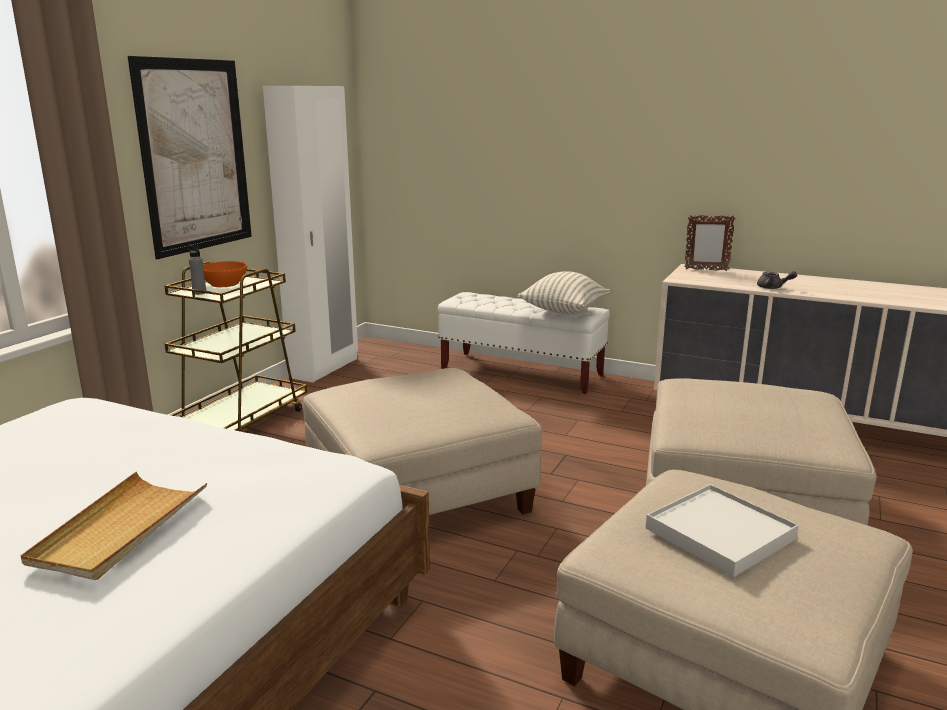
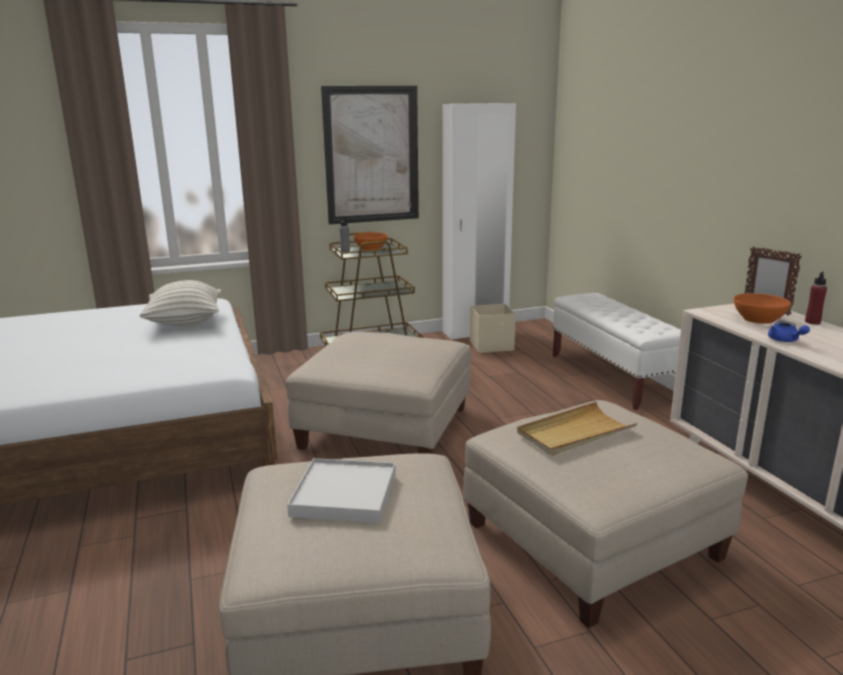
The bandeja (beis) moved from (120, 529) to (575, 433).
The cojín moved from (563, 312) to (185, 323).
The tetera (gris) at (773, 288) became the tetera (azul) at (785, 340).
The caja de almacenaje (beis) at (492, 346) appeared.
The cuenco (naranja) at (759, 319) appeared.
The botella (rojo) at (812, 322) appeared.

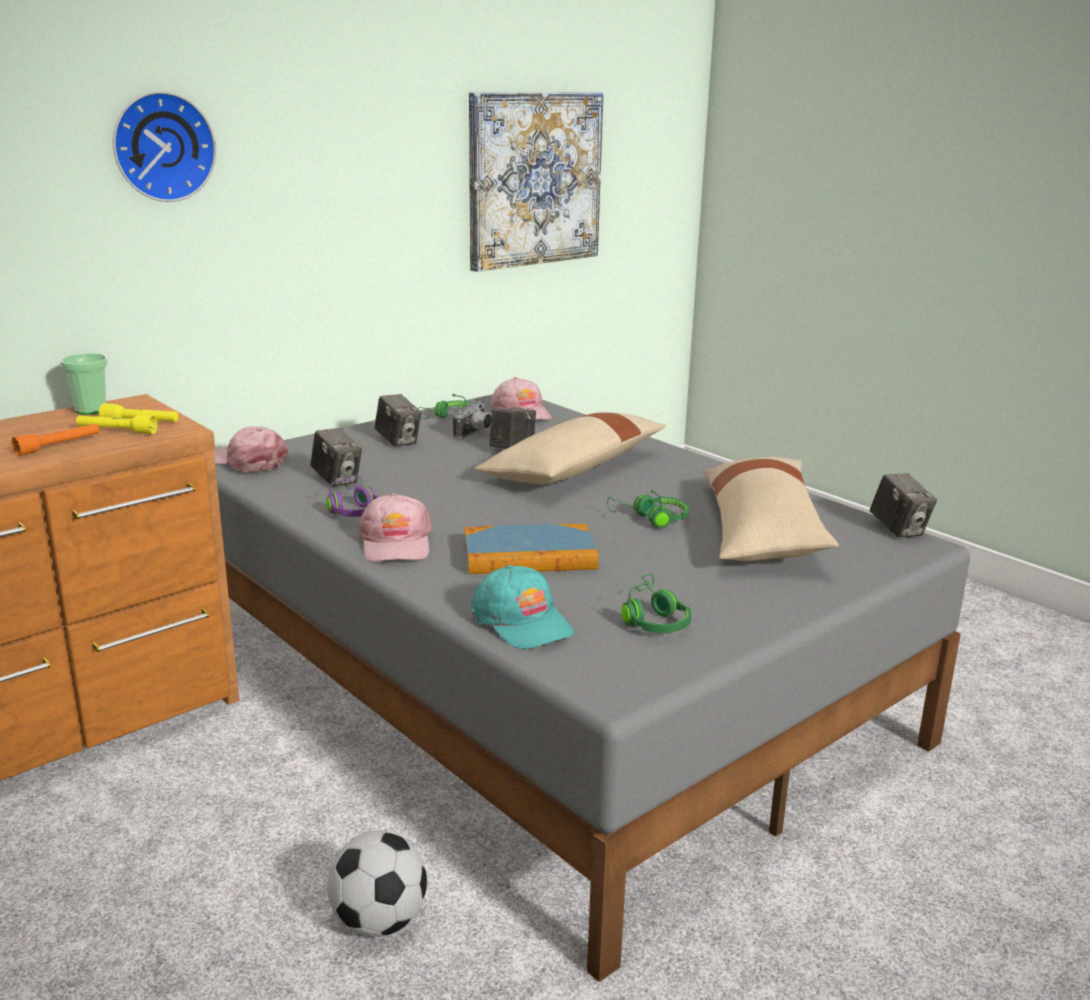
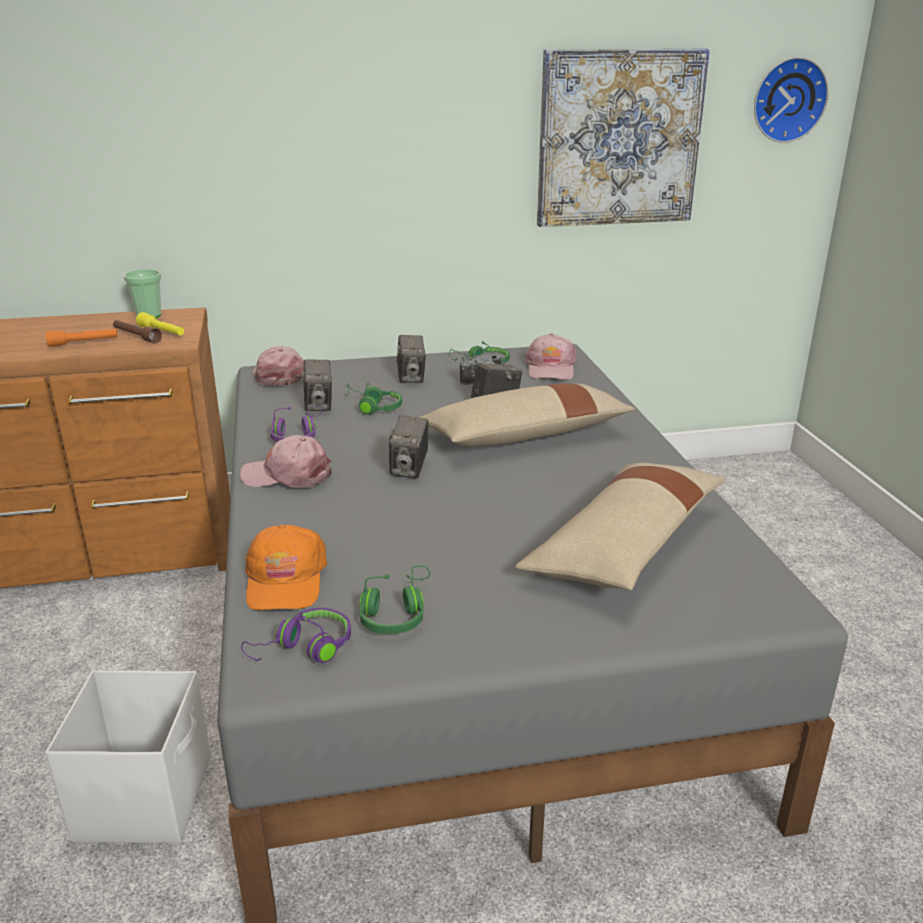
The linterna (amarillo) at (117, 431) became the linterna (marrón) at (136, 337).
The reloj de pared moved from (162, 146) to (787, 100).
The balón de fútbol at (378, 922) was replaced by the caja de almacenaje (blanco) at (146, 797).
The gorra (rosa) at (396, 543) turned 75 degrees clockwise.
The libro at (529, 555) disappeared.
The gorra (turquesa) at (522, 621) became the gorra (naranja) at (285, 580).
The auriculares (verde) moved from (651, 519) to (373, 407).
The cámara moved from (898, 530) to (409, 469).
The auriculares (morado) at (304, 649) appeared.

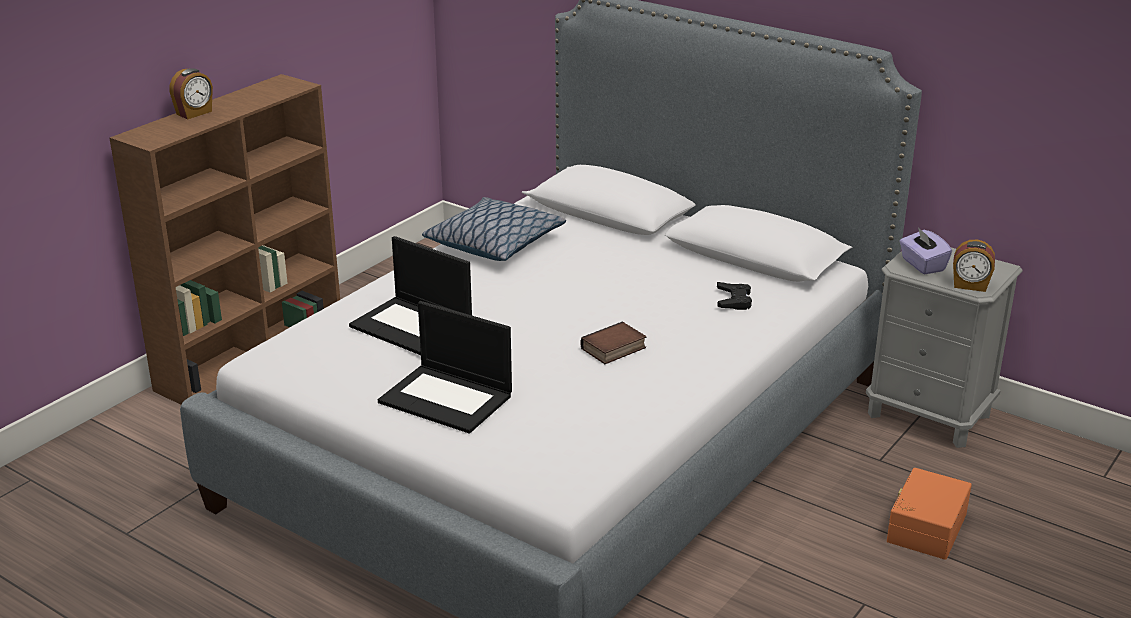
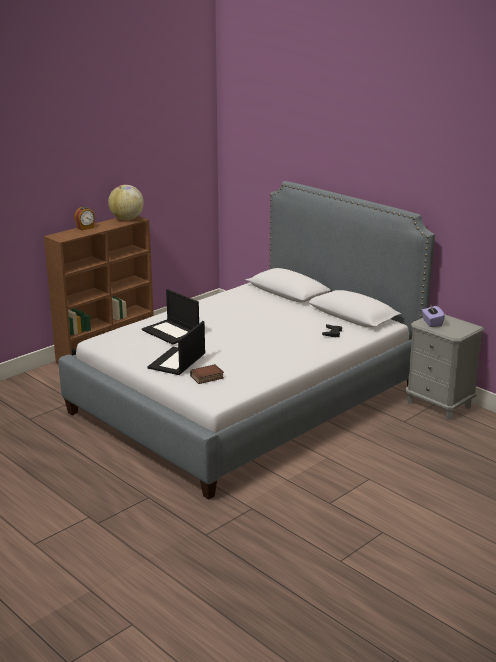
The portátil at (447, 399) turned 75 degrees clockwise.
The cojín at (494, 243) disappeared.
The libro moved from (614, 349) to (207, 377).
The caja de almacenaje (naranja) at (924, 527) disappeared.
The despertador at (970, 285) disappeared.
The globo terráqueo at (127, 219) appeared.

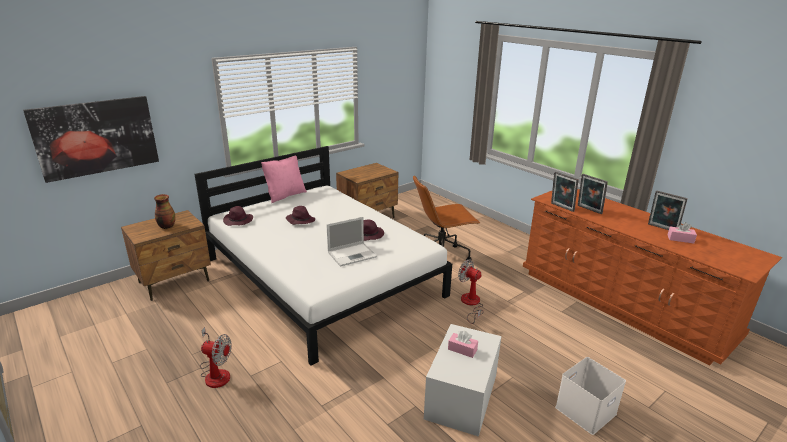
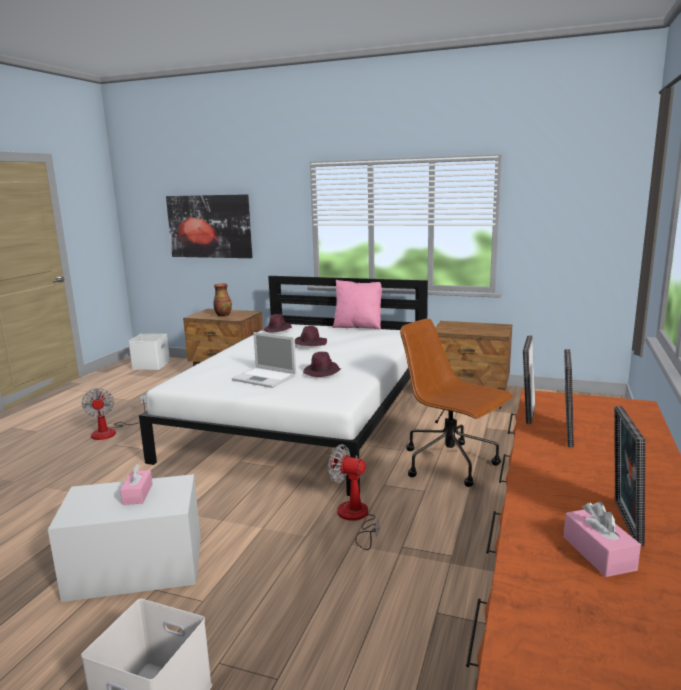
The ventilador at (471, 304) turned 75 degrees counterclockwise.
The caja de almacenaje (blanco) at (151, 365) appeared.

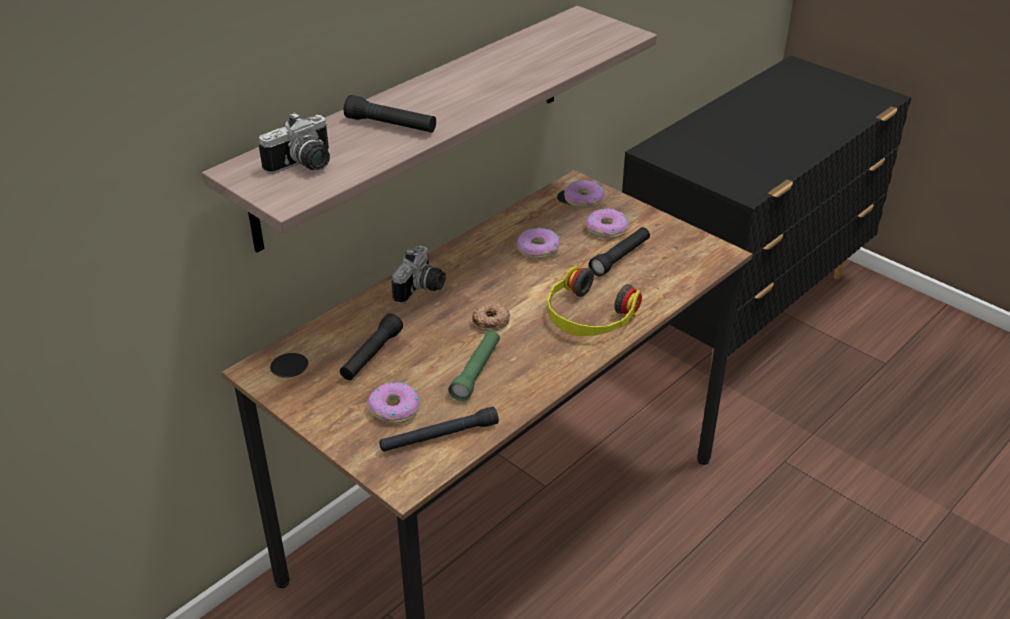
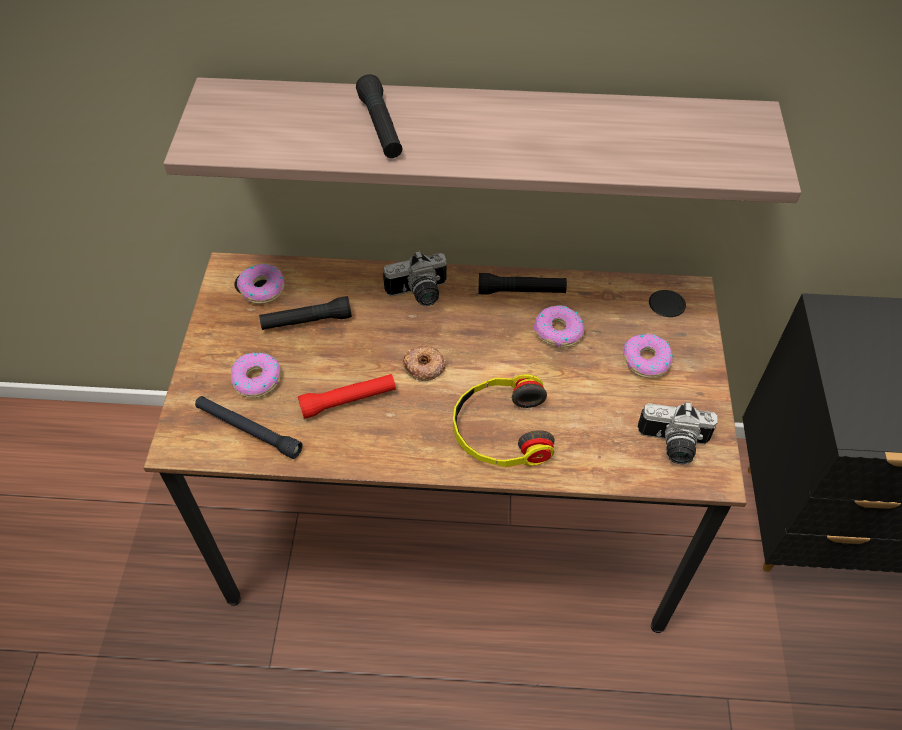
The cámara moved from (304, 166) to (672, 445).
The linterna (verde) at (476, 372) became the linterna (rojo) at (348, 401).
The rosquilla moved from (584, 199) to (262, 289).
The linterna (negro) moved from (620, 258) to (521, 291).

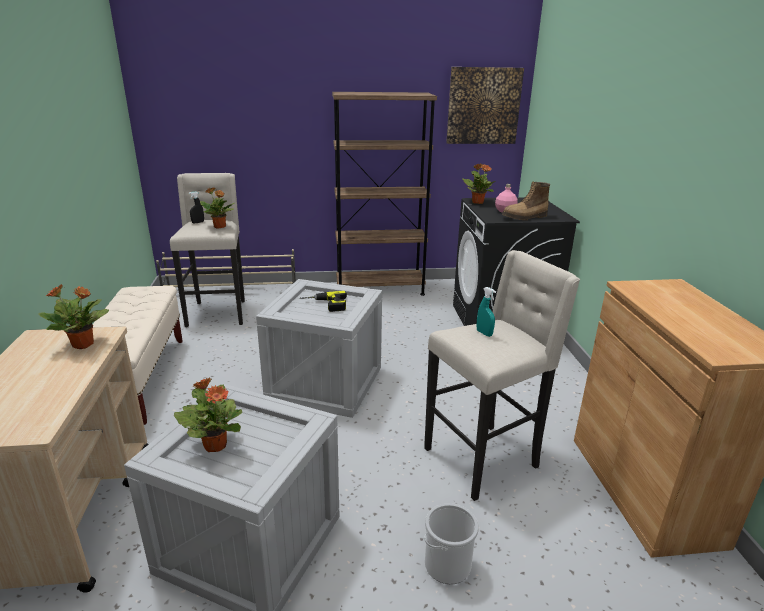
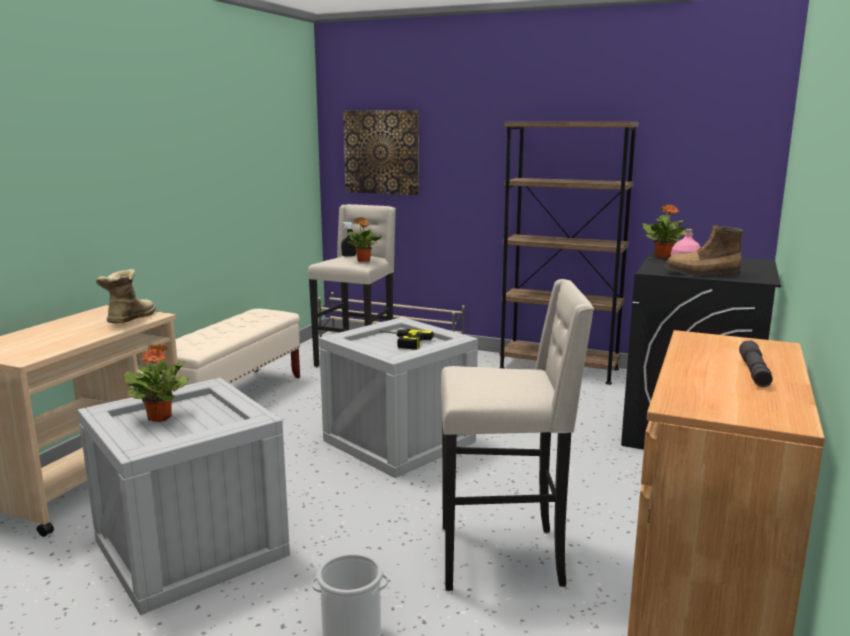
The planta en maceta at (83, 345) was replaced by the bota at (128, 319).
The cuadro moved from (483, 106) to (382, 152).
The pulverizador (turquesa) at (484, 333) disappeared.
The linterna (gris) at (754, 372) appeared.

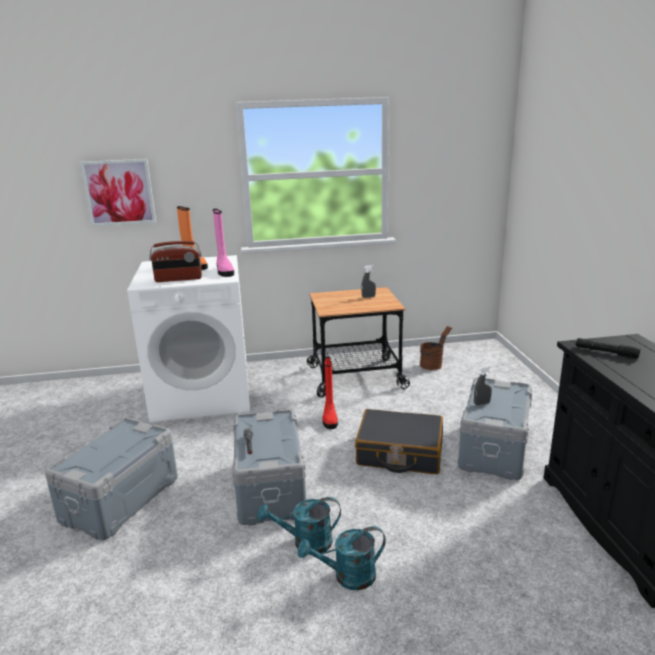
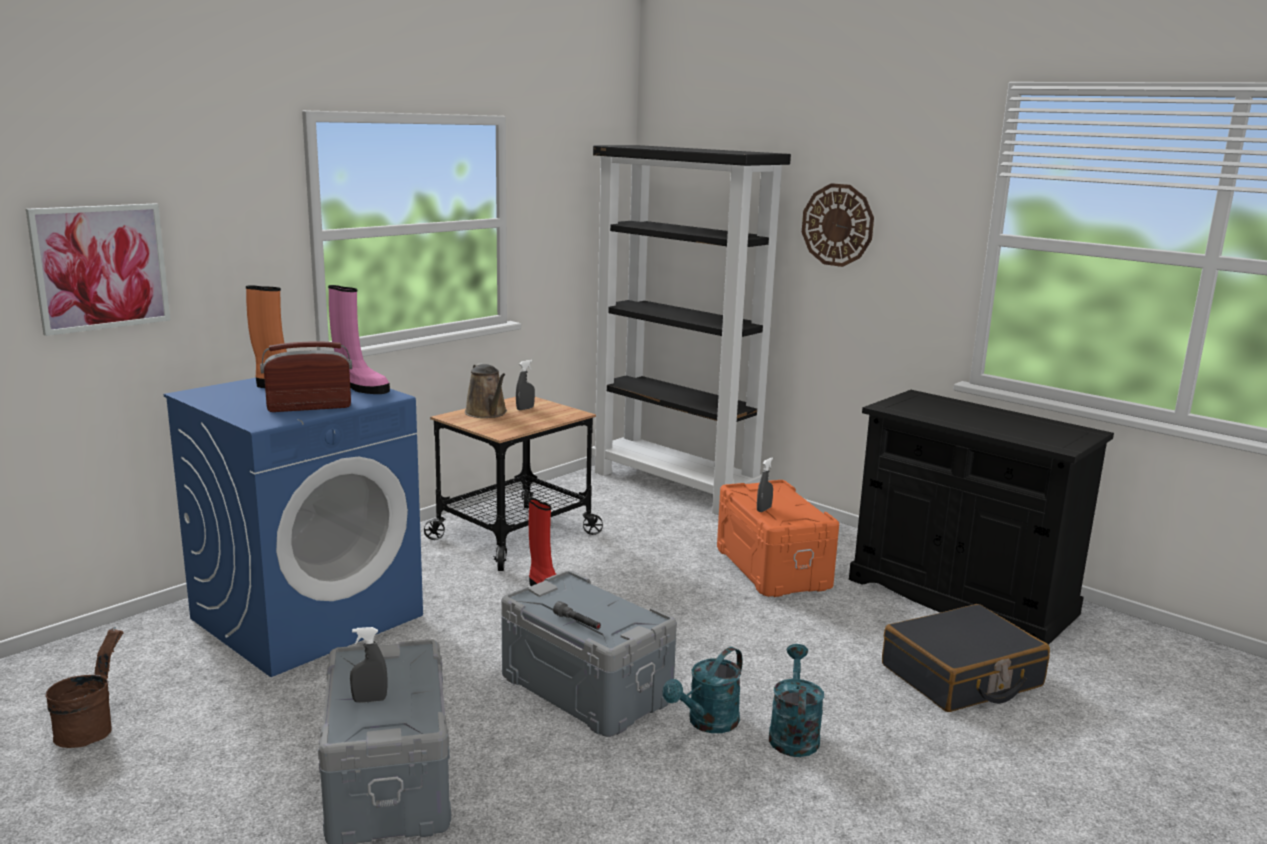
The lavadora (blanco) at (203, 394) became the lavadora (azul) at (308, 616).
The radio at (178, 279) turned 150 degrees counterclockwise.
The regadera (turquesa) at (347, 577) turned 150 degrees clockwise.
The maleta (negro) moved from (399, 453) to (961, 676).
The cubo (marrón) moved from (433, 365) to (90, 729).
The caja de almacenaje (gris) at (492, 448) became the caja de almacenaje (naranja) at (771, 568).
The linterna (negro) at (606, 352) disappeared.
The pulverizador (gris) at (369, 700) appeared.
The regadera (marrón) at (487, 413) appeared.
The estantería (negro) at (675, 486) appeared.
The reloj de pared at (837, 225) appeared.

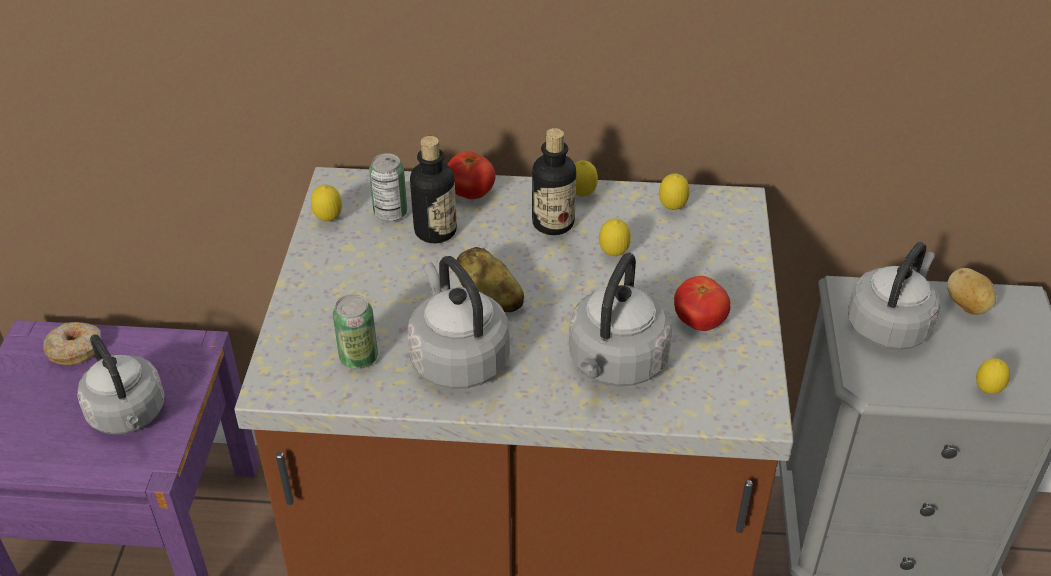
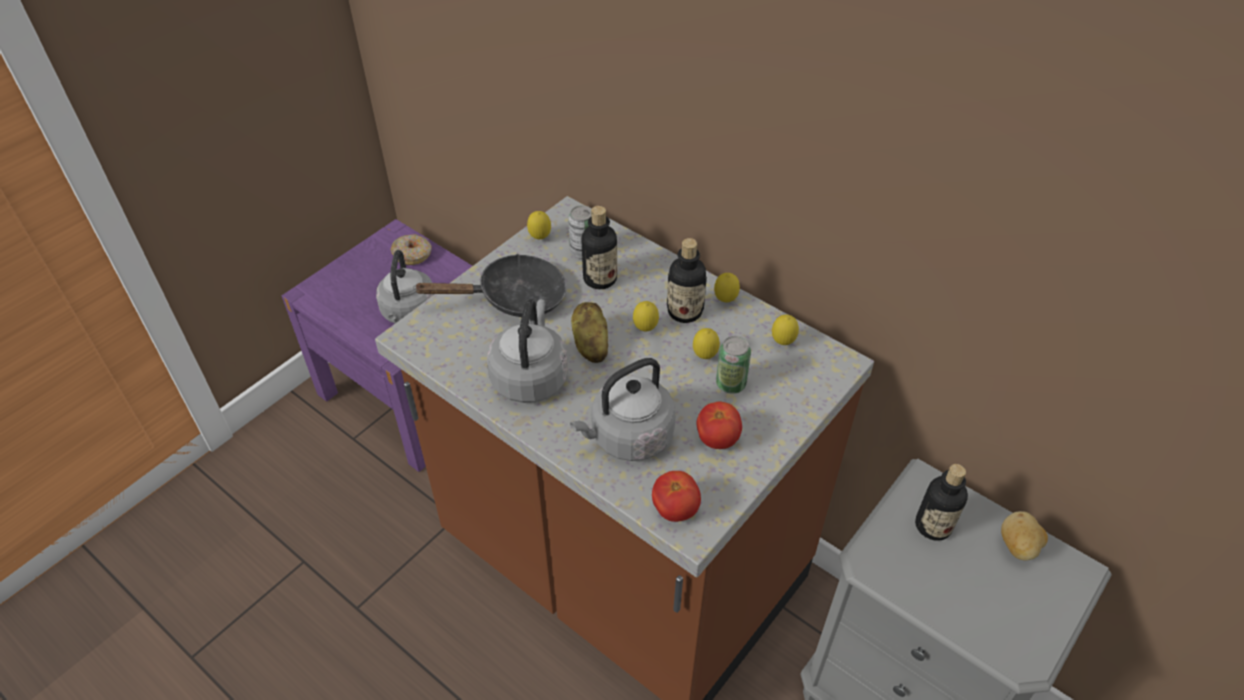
The lata moved from (358, 358) to (731, 384).
The tomate moved from (471, 193) to (675, 509).
The hervidor (gris) at (890, 325) was replaced by the botella at (933, 526).
The limón moved from (987, 391) to (645, 329).
The sartén (negro) at (513, 298) appeared.

